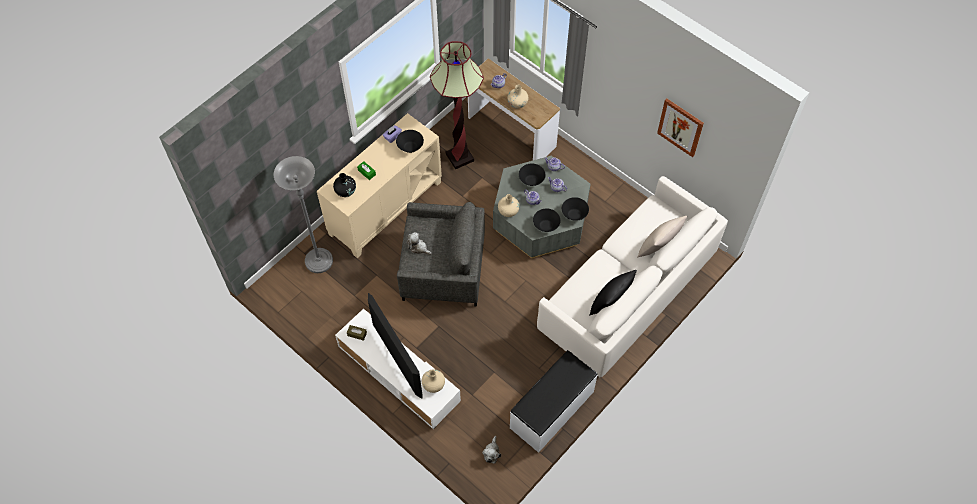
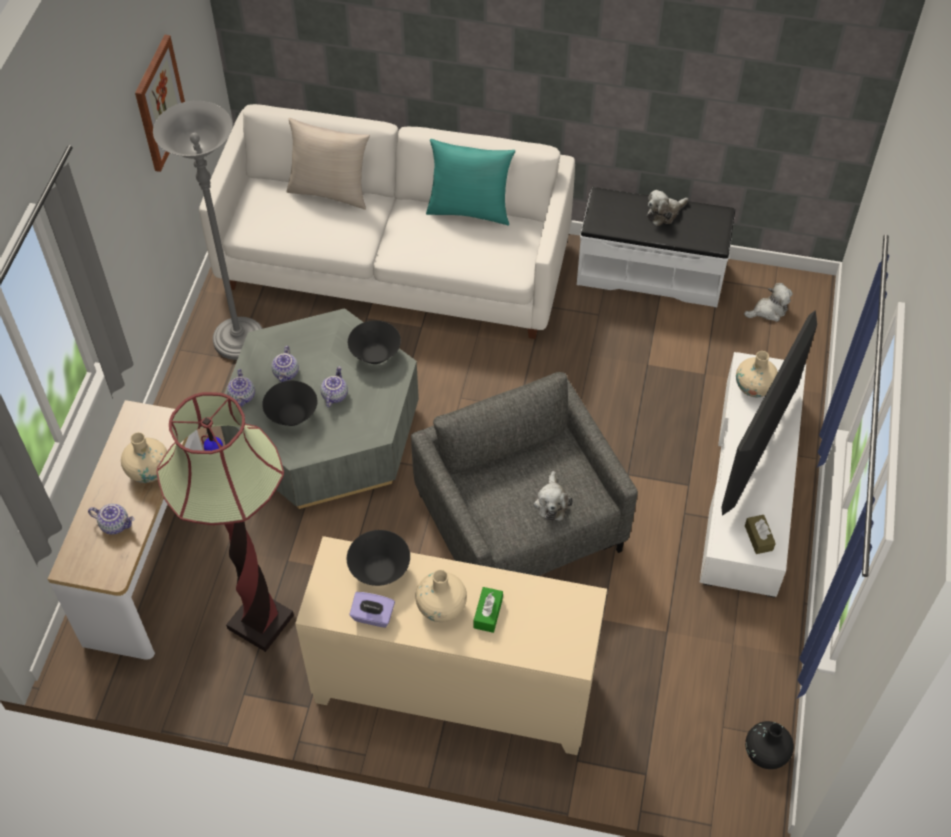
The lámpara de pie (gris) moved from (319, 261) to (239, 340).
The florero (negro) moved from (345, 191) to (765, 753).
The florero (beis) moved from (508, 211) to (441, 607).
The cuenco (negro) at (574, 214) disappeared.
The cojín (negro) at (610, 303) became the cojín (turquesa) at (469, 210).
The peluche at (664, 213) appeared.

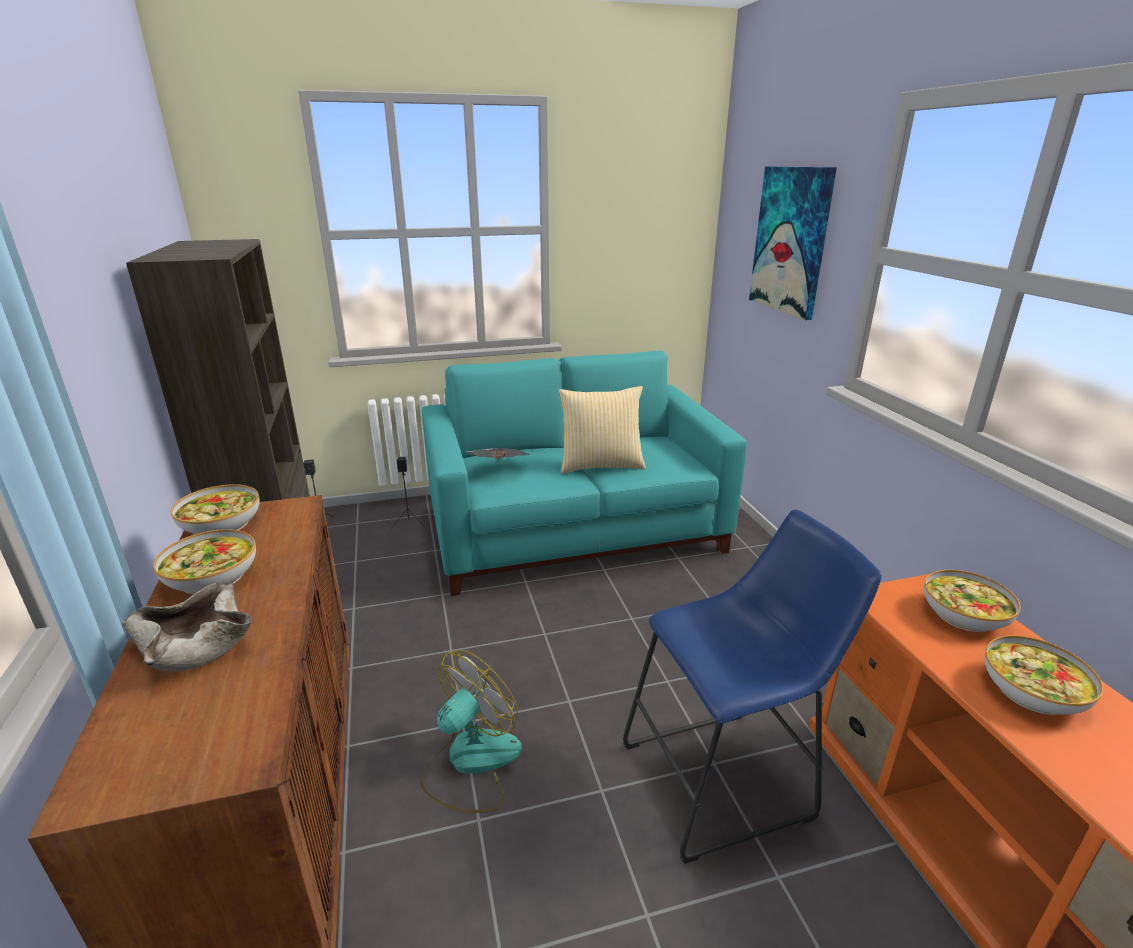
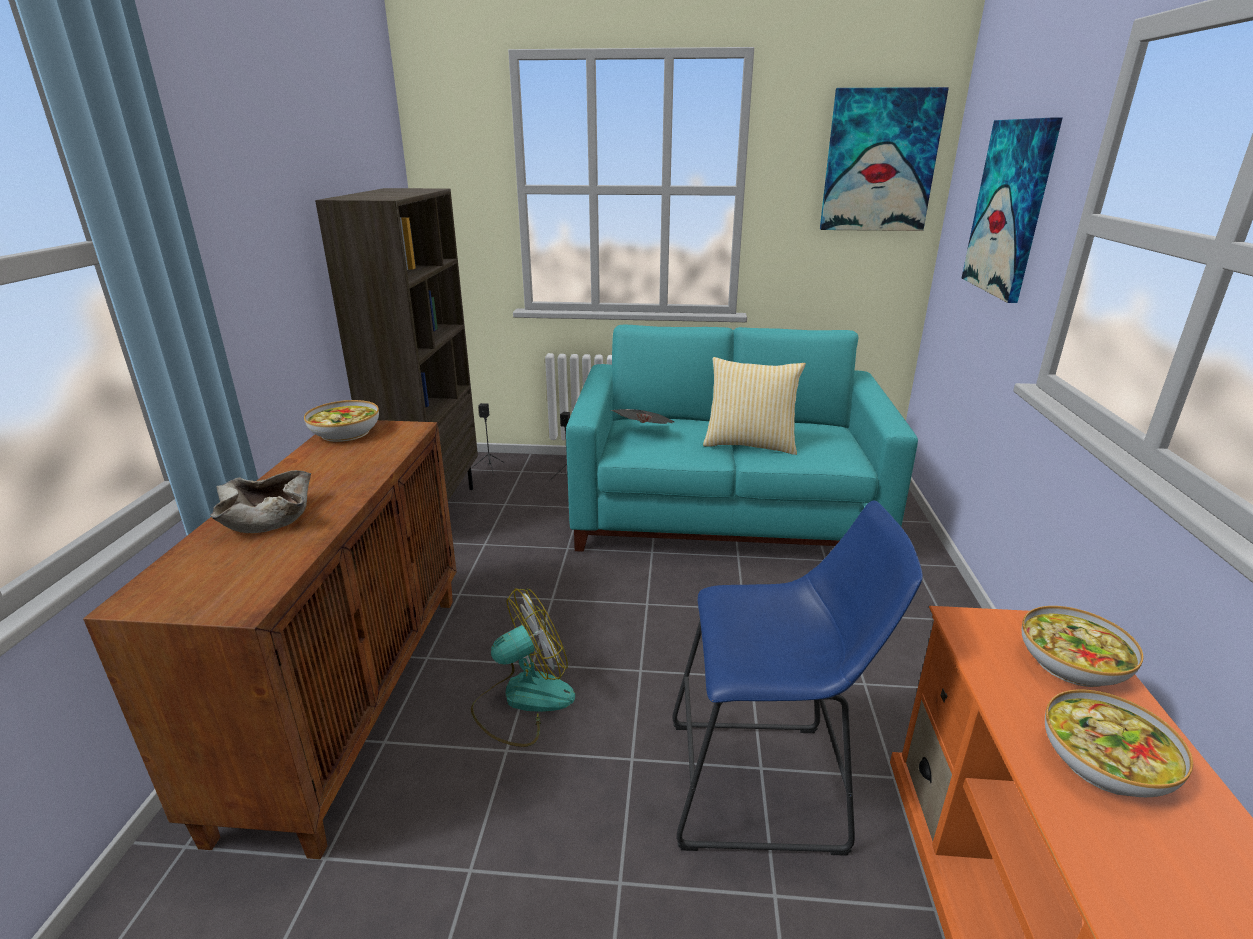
The cuenco at (213, 576) disappeared.
The cuadro at (880, 161) appeared.

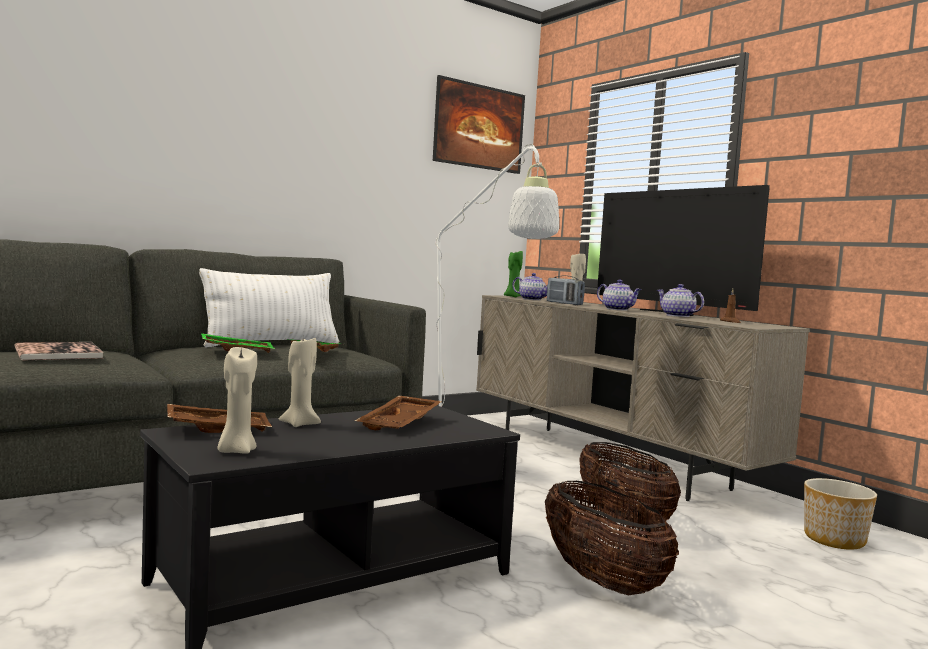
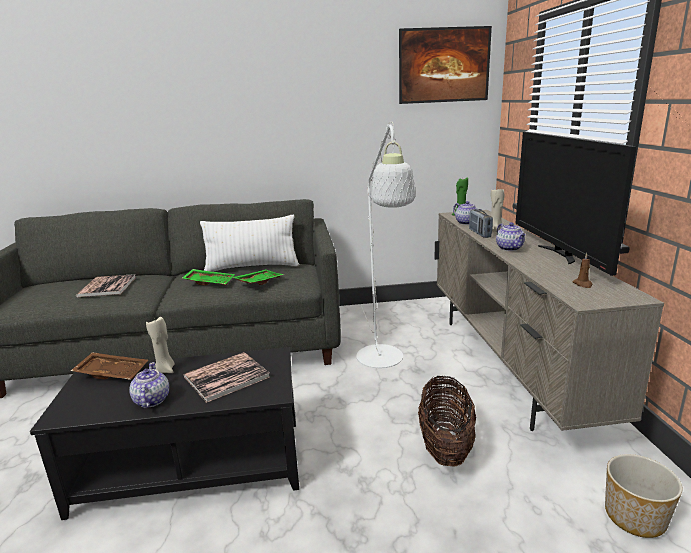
The vela (beis) at (236, 451) disappeared.
The bandeja (marrón) at (401, 424) was replaced by the libro at (226, 377).
The cesta at (602, 581) disappeared.
The tetera moved from (678, 316) to (151, 400).

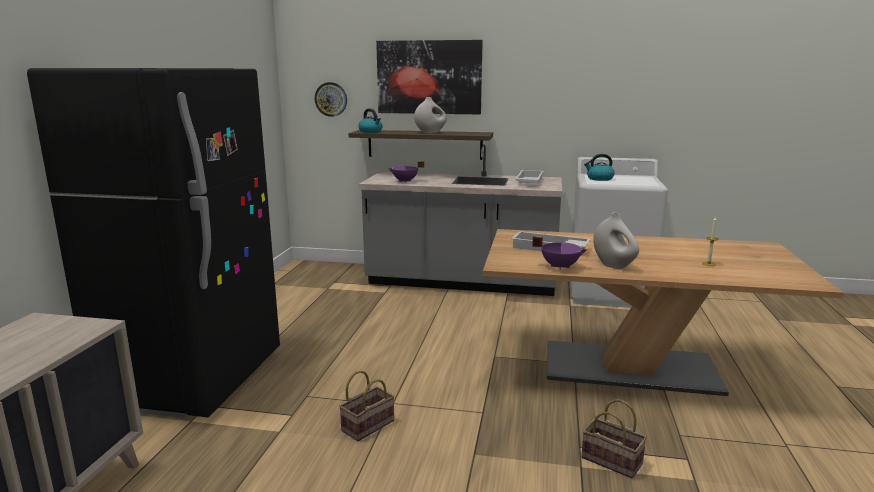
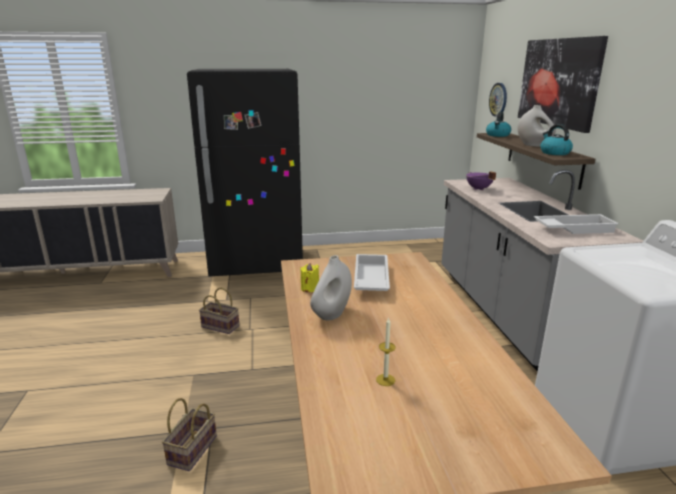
The olla (morado) at (559, 266) was replaced by the vela (amarillo) at (310, 288).
The hervidor moved from (599, 179) to (554, 153).

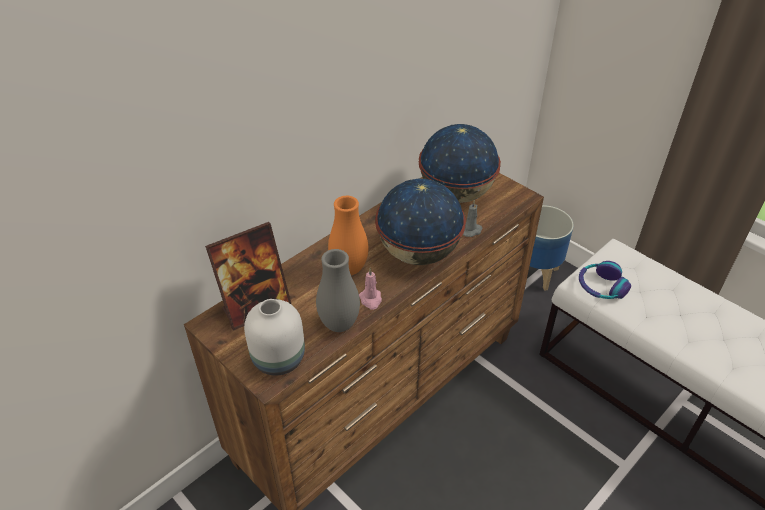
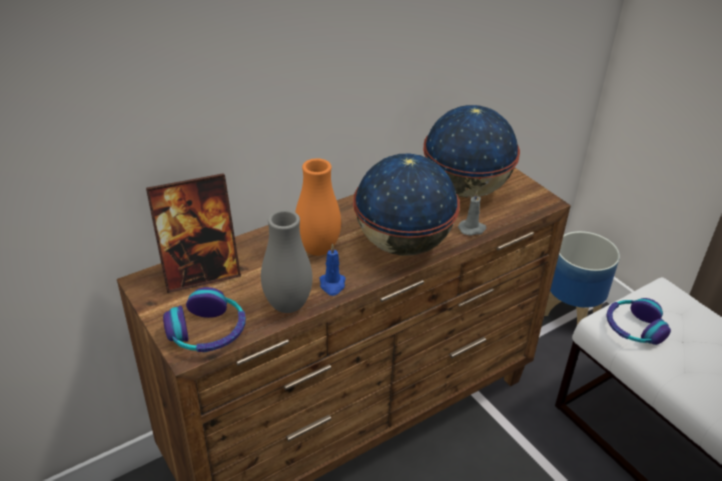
The florero (blanco) at (279, 360) was replaced by the auriculares at (207, 332).
The vela (rosa) at (371, 300) became the vela (azul) at (332, 285).

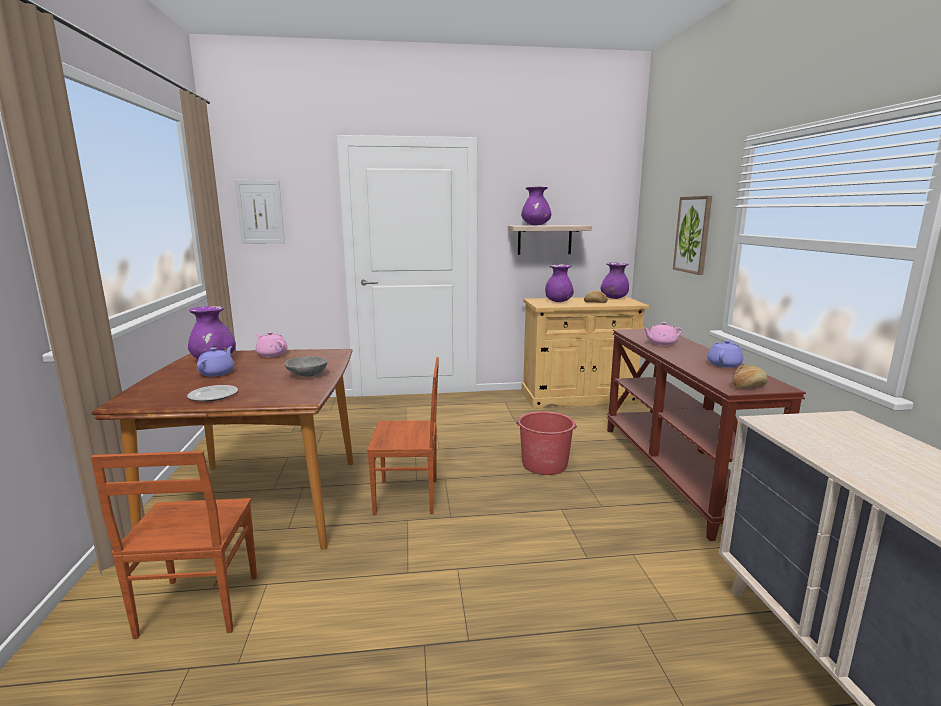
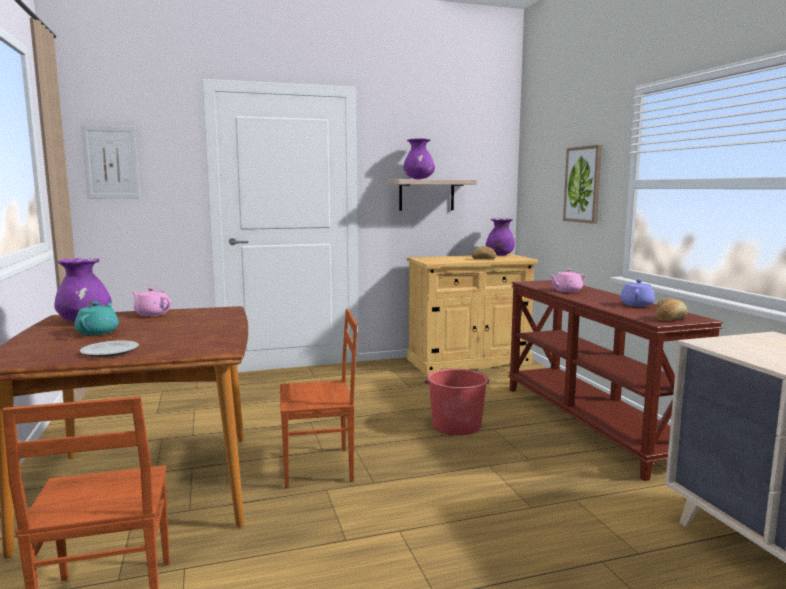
The tetera (morado) at (217, 373) became the tetera (turquesa) at (98, 332).
The cuenco (gris) at (306, 376) disappeared.
The florero (morado) at (558, 301) disappeared.

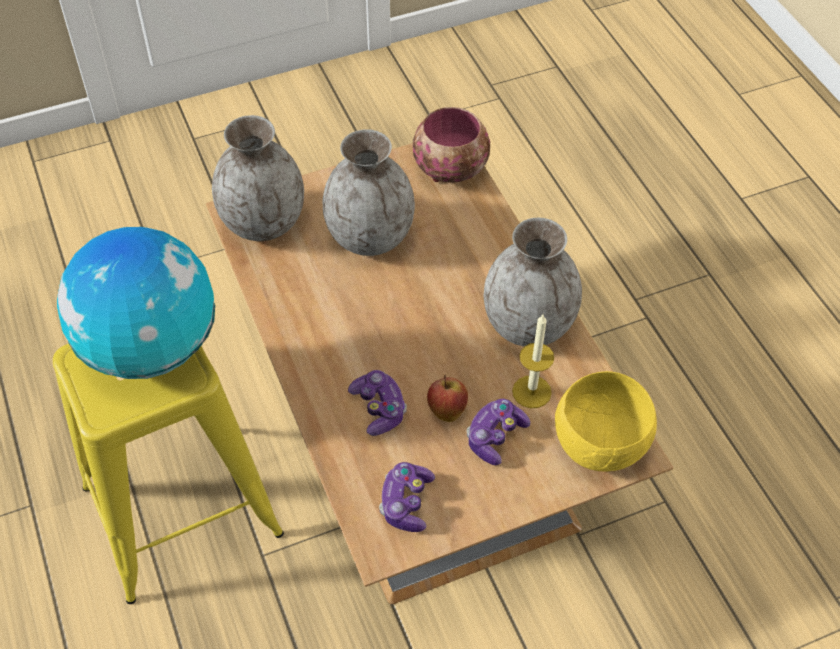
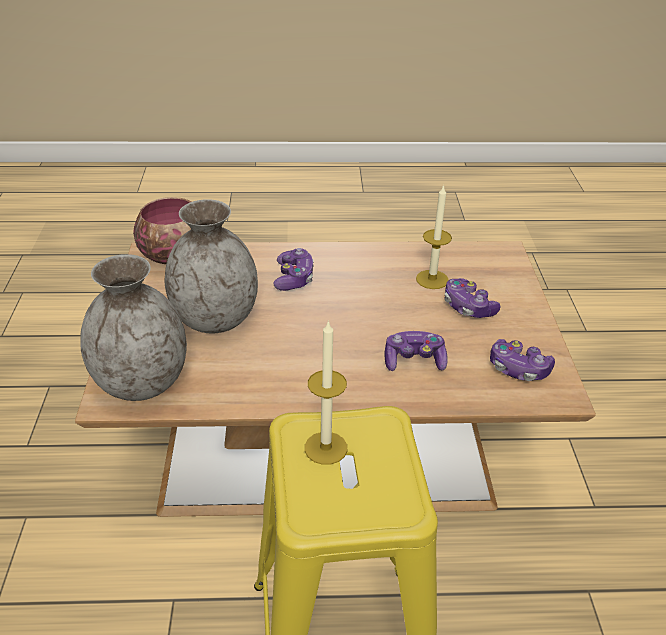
The globo terráqueo at (151, 347) was replaced by the vela at (325, 448).
The manzana at (447, 410) disappeared.
The florero (gris) at (529, 324) disappeared.
The cuenco (amarillo) at (602, 446) disappeared.
The mando de consola at (294, 278) appeared.

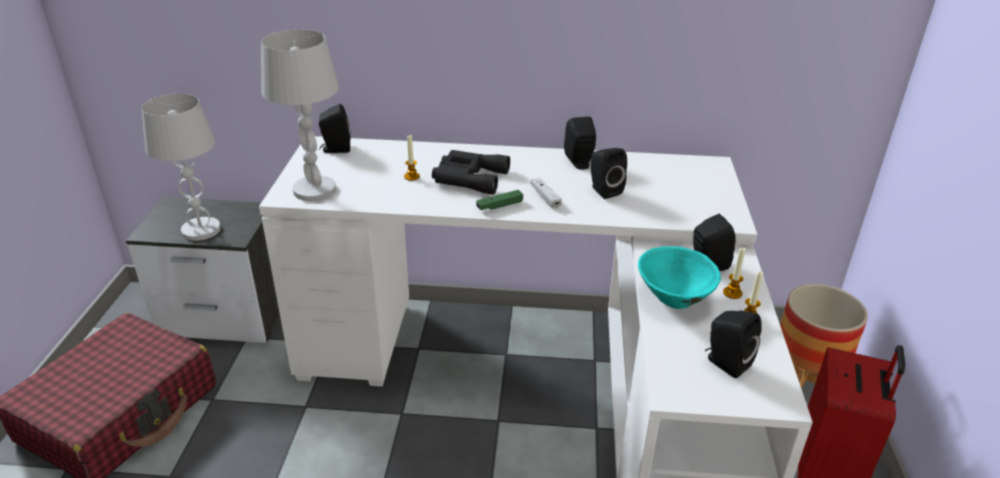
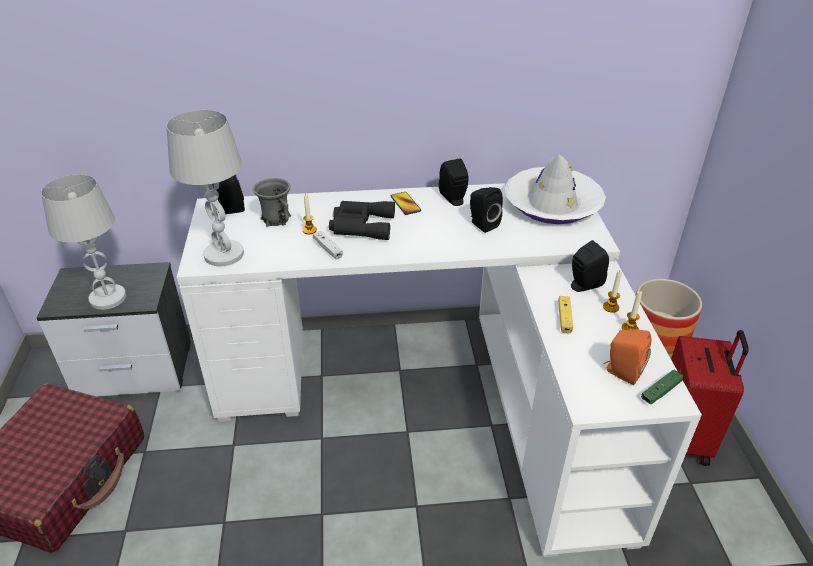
The mando de consola (verde) moved from (499, 206) to (660, 391).
The mando de consola (blanco) moved from (545, 197) to (327, 249).
The cuenco (turquesa) at (673, 297) was replaced by the mando de consola (amarillo) at (564, 318).
The altavoz (negro) at (725, 363) became the altavoz (naranja) at (621, 372).
The taza grande (gris) at (276, 219) appeared.
The móvil at (405, 204) appeared.
The sombrero (blanco) at (552, 204) appeared.

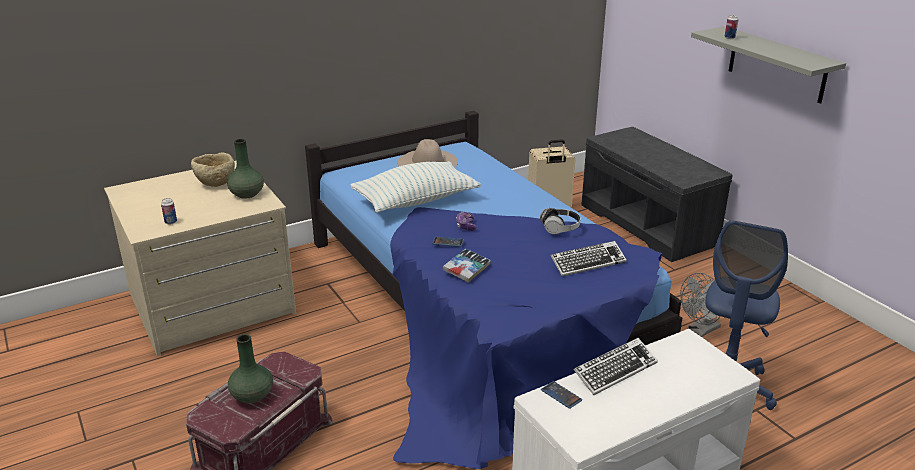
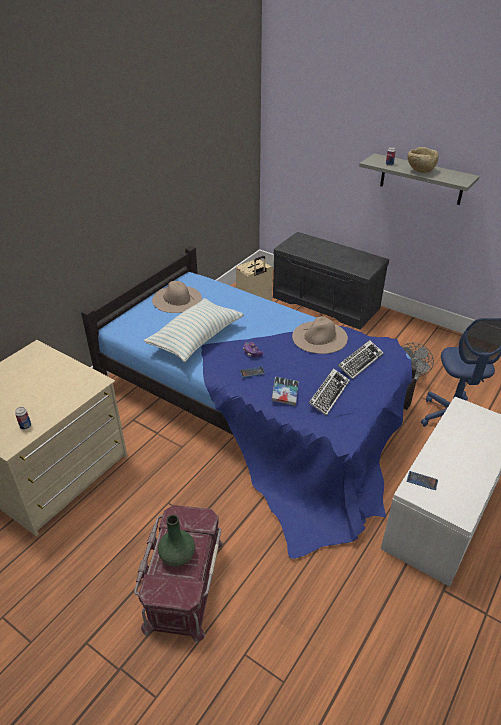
The cuenco (beis) moved from (215, 183) to (420, 171).
The florero (verde) at (247, 194) disappeared.
The auriculares at (560, 228) was replaced by the sombrero (beis) at (320, 337).
The teclado moved from (615, 370) to (328, 394).

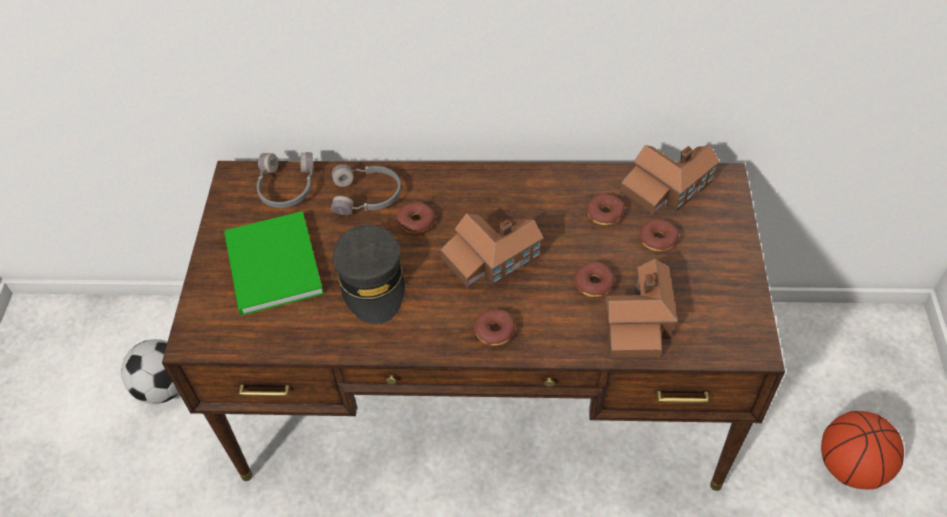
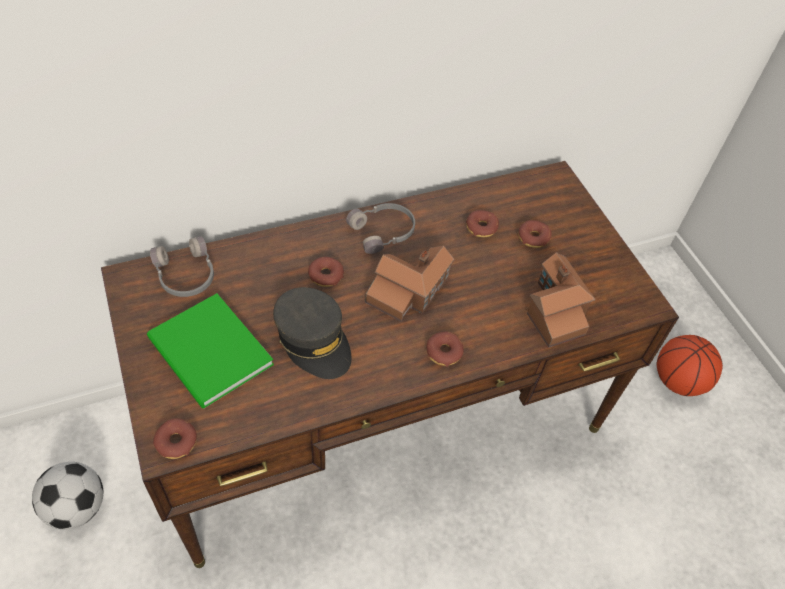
The auriculares (gris) moved from (367, 196) to (383, 232).
The rosquilla moved from (594, 283) to (176, 442).
The casita at (666, 188) disappeared.

